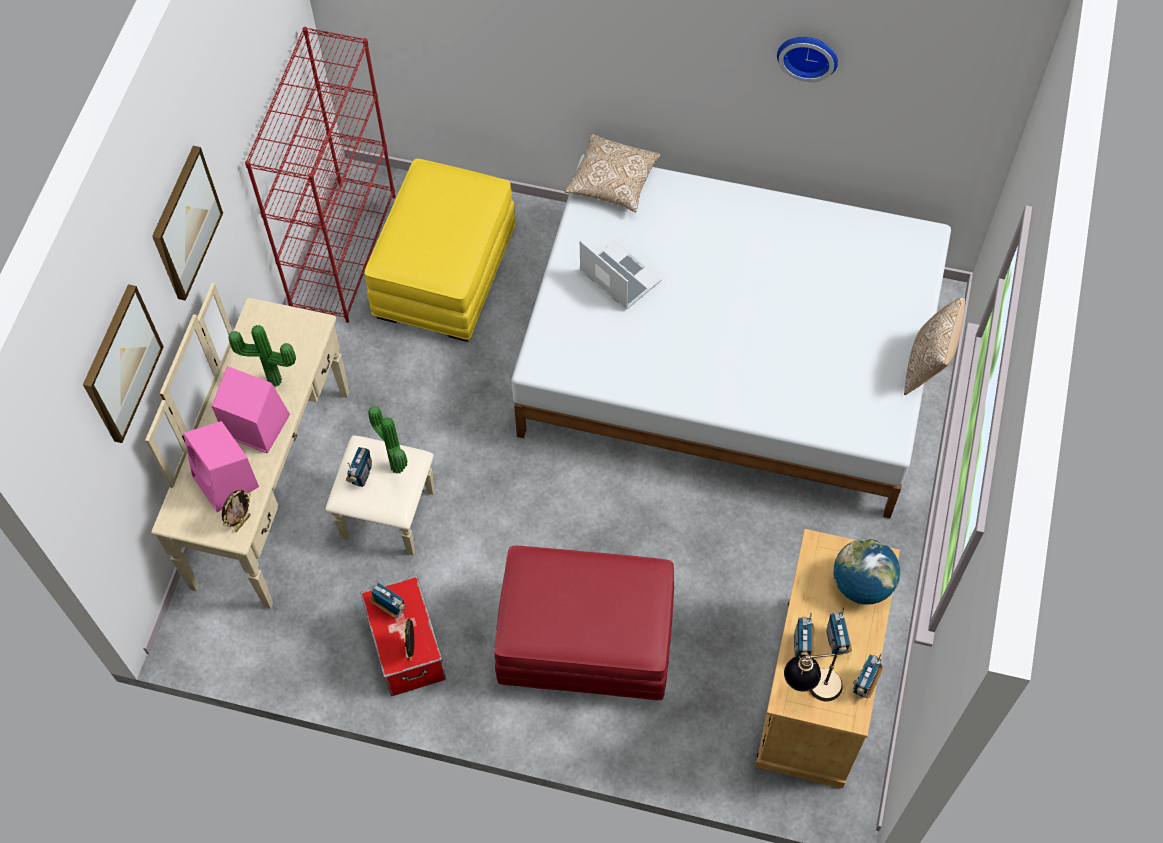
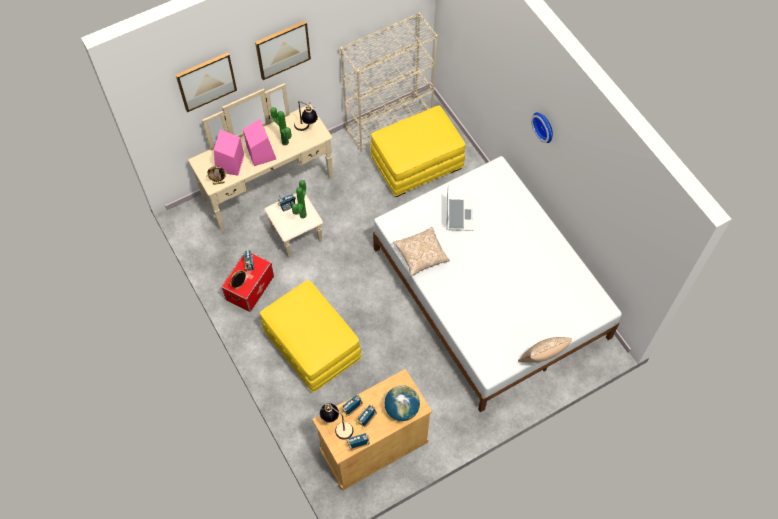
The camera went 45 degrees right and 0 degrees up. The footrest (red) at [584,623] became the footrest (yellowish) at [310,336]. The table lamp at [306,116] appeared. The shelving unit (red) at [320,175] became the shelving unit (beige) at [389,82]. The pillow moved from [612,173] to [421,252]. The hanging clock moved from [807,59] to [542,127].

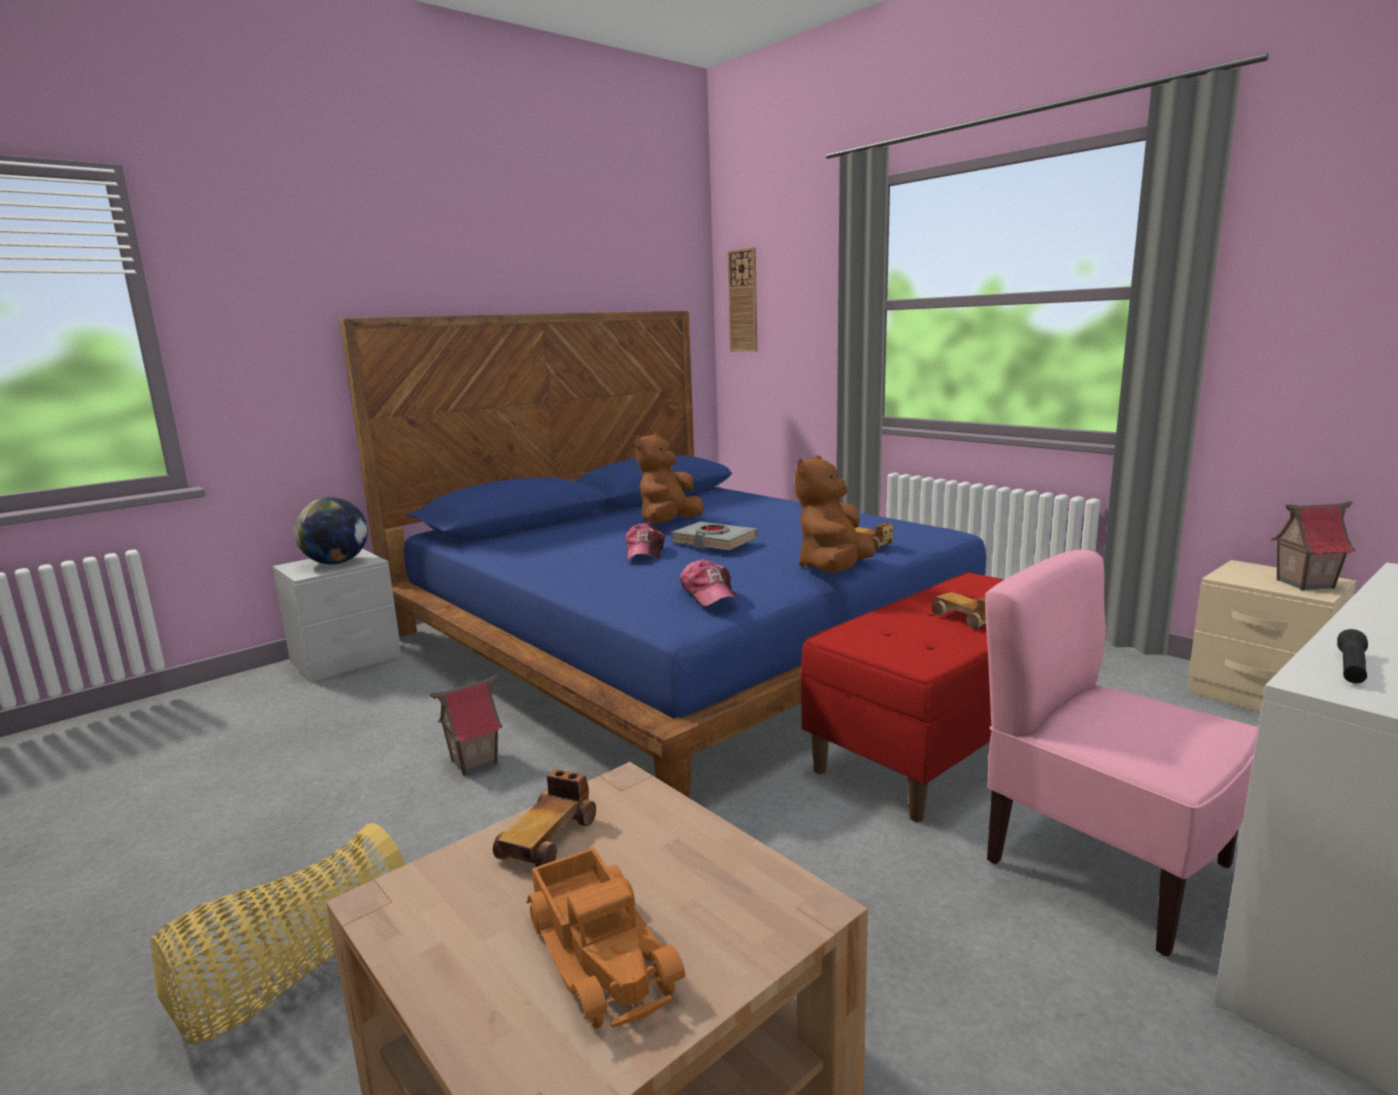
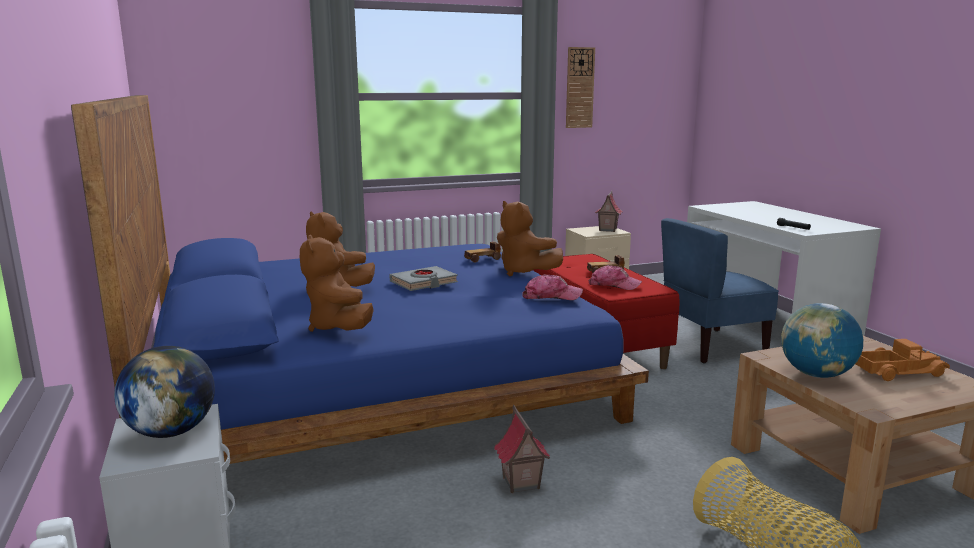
The camera went 70 degrees left and 0 degrees up. The plush toy (brownish) at [337,283] appeared. The hanging clock moved from [742,299] to [580,87]. The cap moved from [645,541] to [615,277]. The upright chair (pink) at [1121,753] became the upright chair (blue-coloured) at [720,290]. The model car at [544,818] was replaced by the desk globe at [822,340].

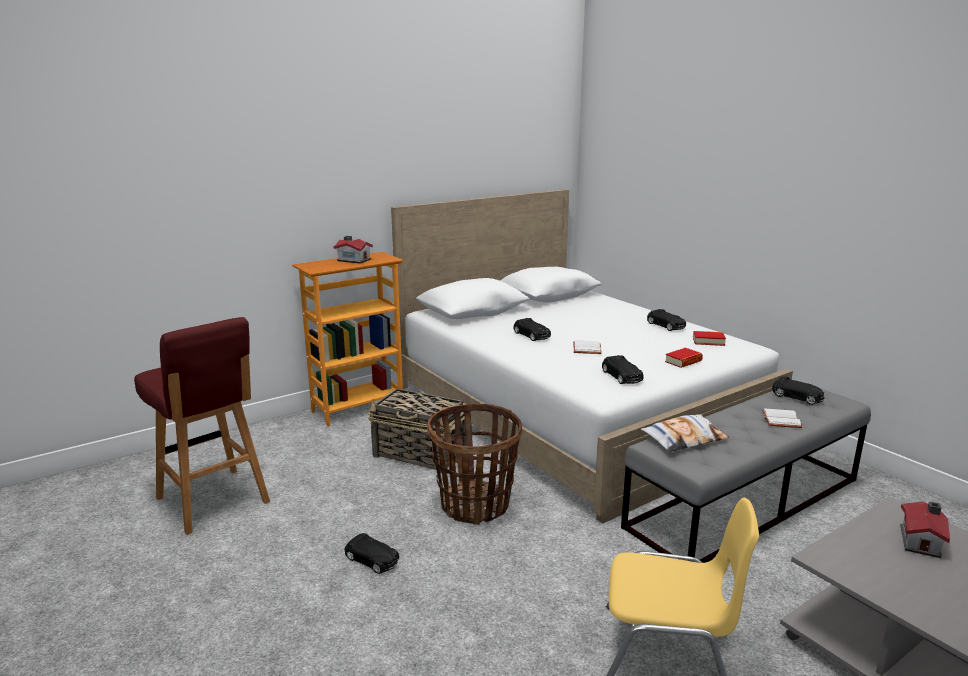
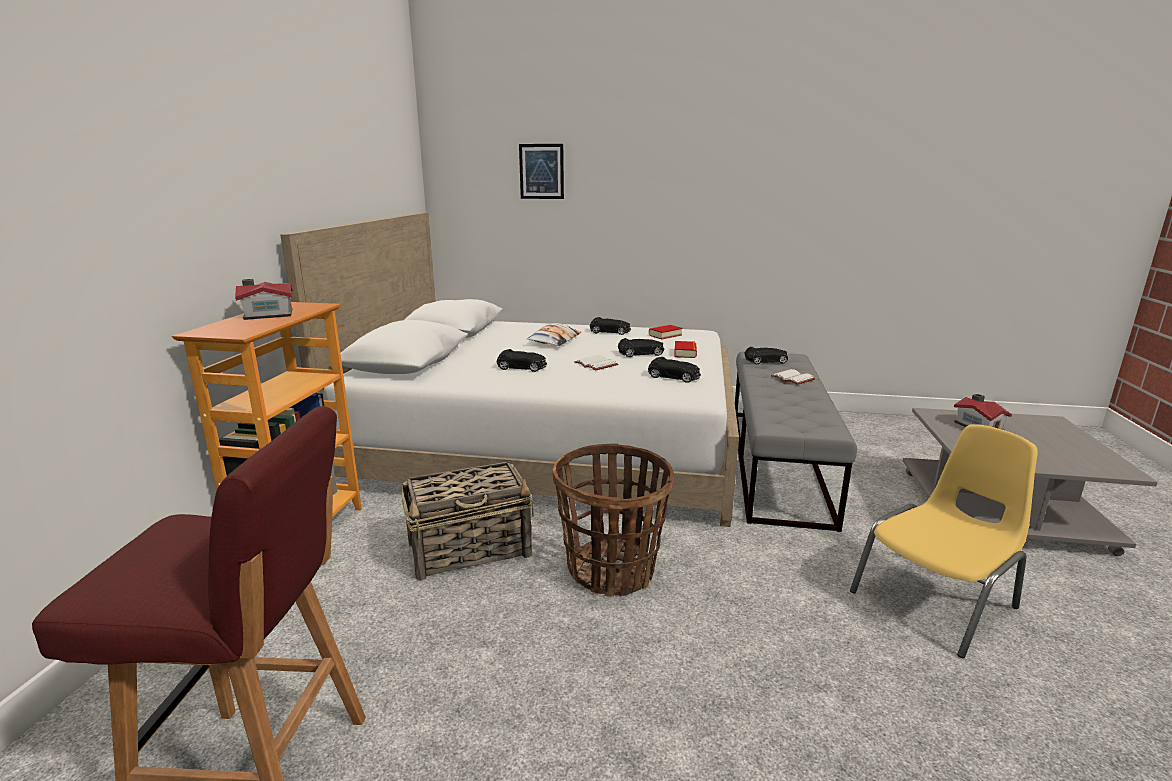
The camera went 45 degrees left and 0 degrees up. The picture at [541,171] appeared. The pillow moved from [685,433] to [554,334]. The model car (black-coloured) moved from [372,553] to [641,347].

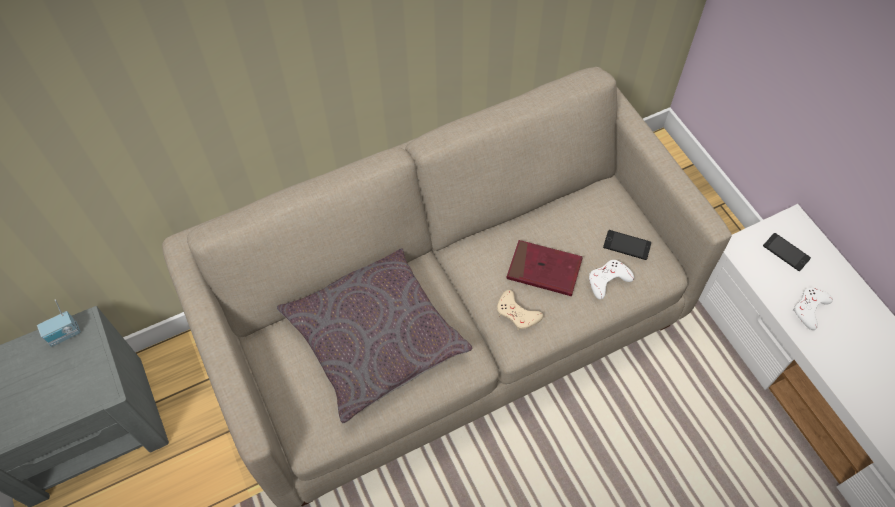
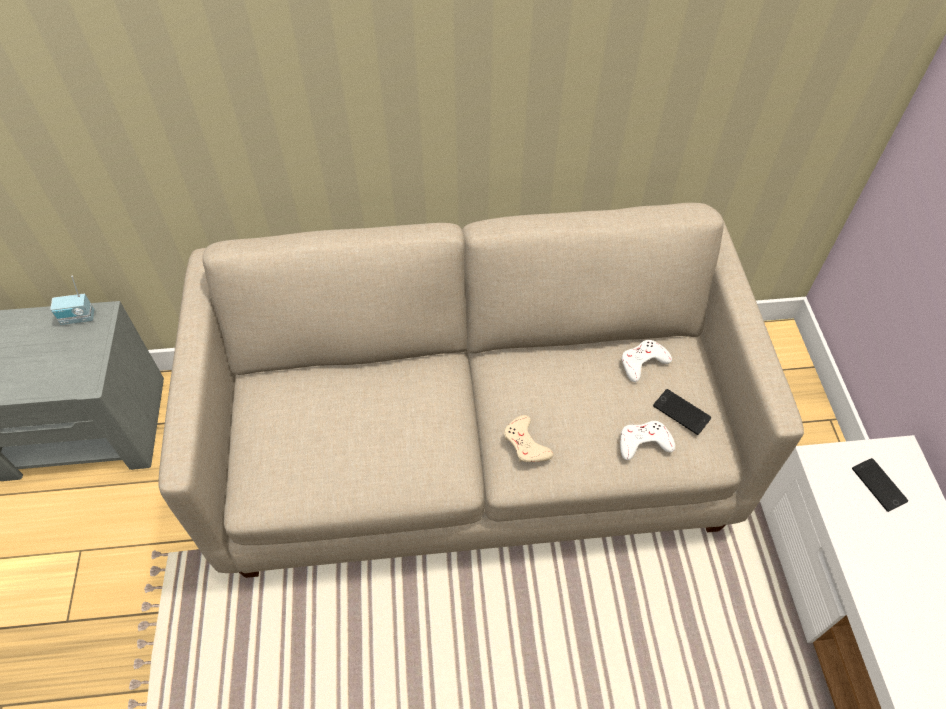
The camera went 20 degrees right and 5 degrees down. The gamepad (whitish) moved from [813,308] to [647,361]. The pillow (grey) at [375,336] disappeared. The book (red) at [545,268] disappeared.

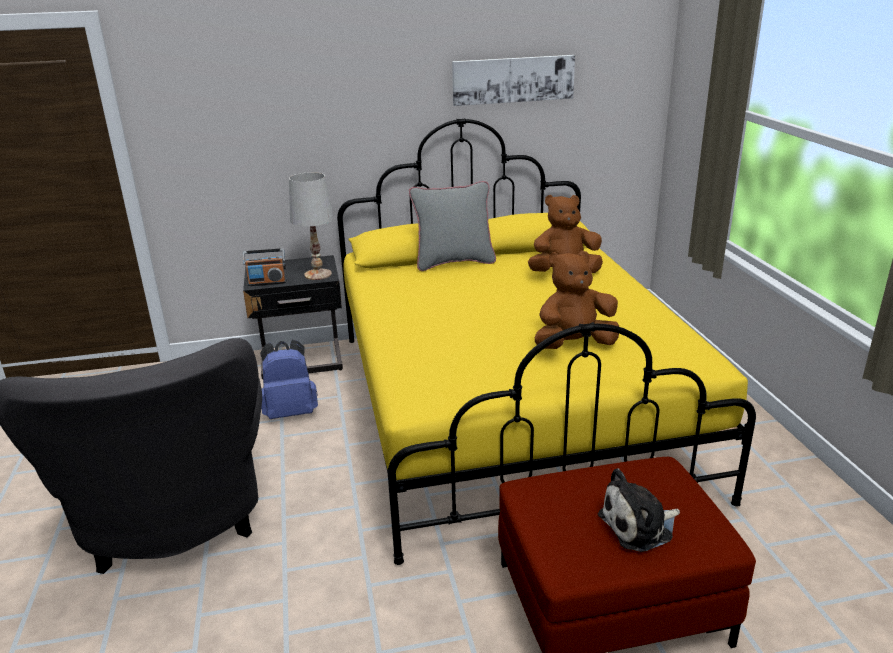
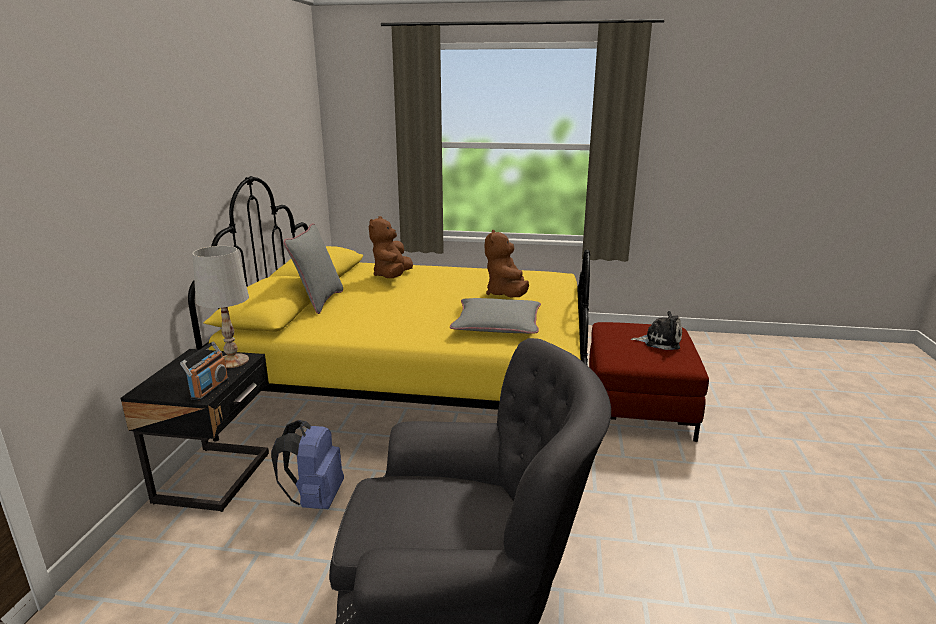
The camera went 70 degrees left and 5 degrees down. The pillow (grey) at [495,316] appeared. The plush toy at [639,510] turned 75 degrees counterclockwise. The picture at [513,80] disappeared.

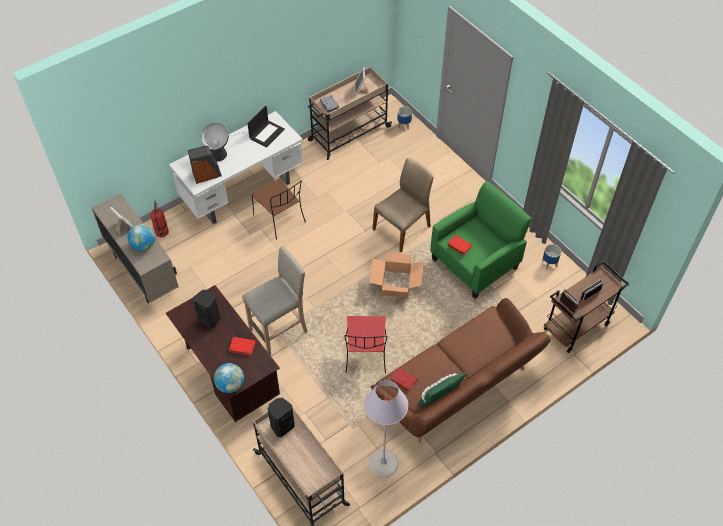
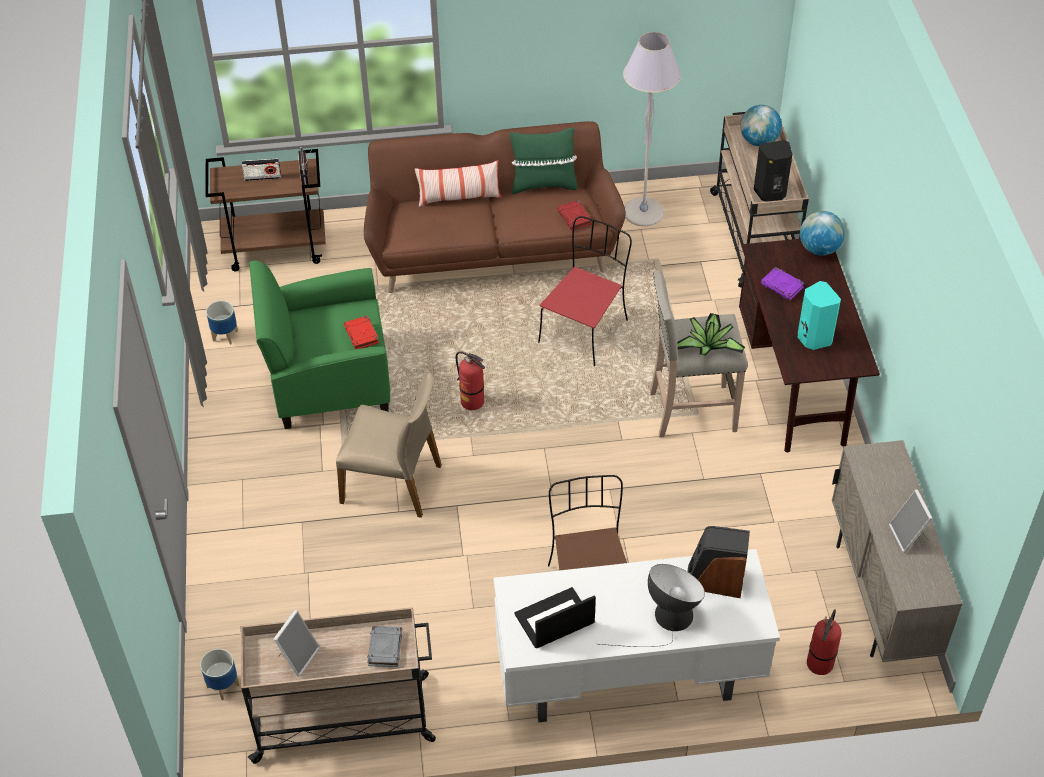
The camera went 150 degrees left and 5 degrees down. The upright chair (beige) at [403,205] turned 150 degrees counterclockwise. The pillow at [458,183] appeared. The packing box at [396,275] was replaced by the extinguisher at [470,380]. The plant in a pot at [711,334] appeared. The desk globe moved from [141,237] to [761,125]. The book (red) at [242,346] became the book (purple) at [782,283]. The loudspeaker (black-coloured) at [207,309] became the loudspeaker (blue-green) at [819,315].

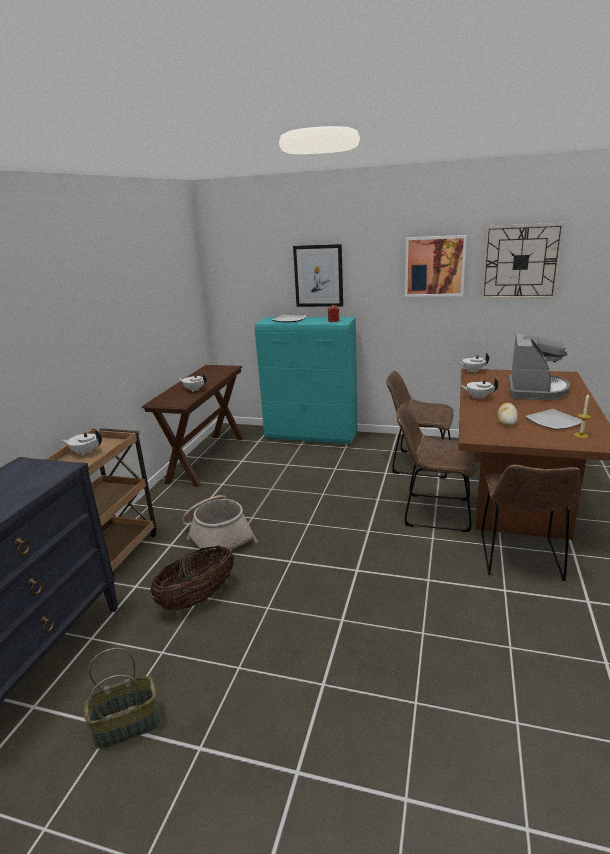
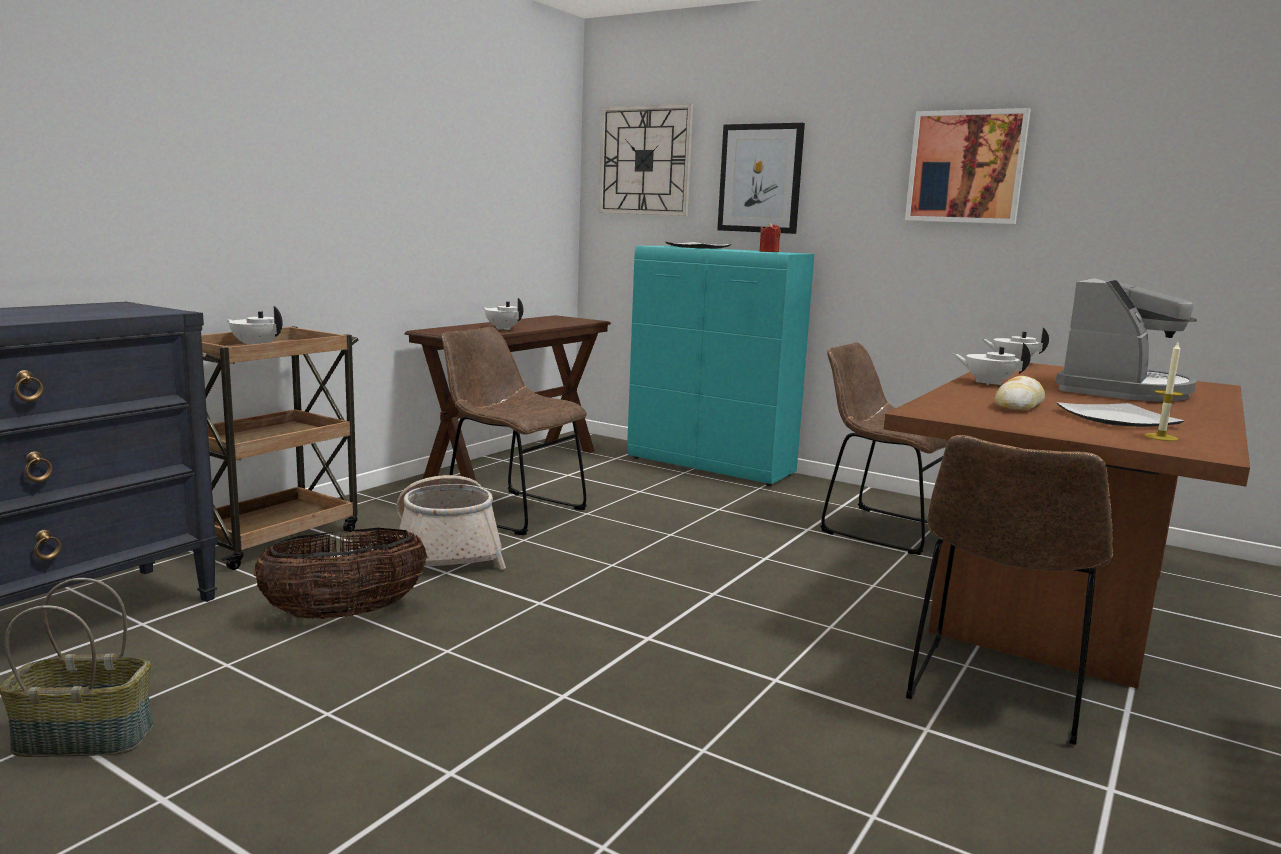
The camera went 15 degrees right and 10 degrees down. The upright chair (brownish) moved from [436,467] to [514,431]. The hanging clock moved from [523,261] to [646,160].

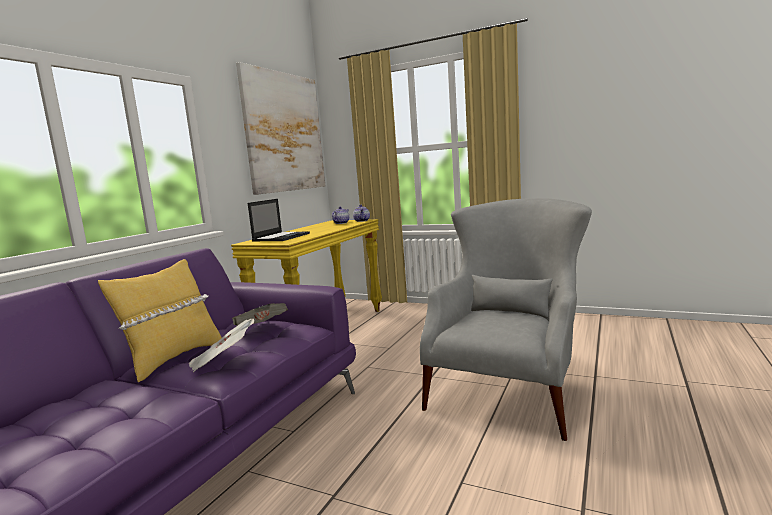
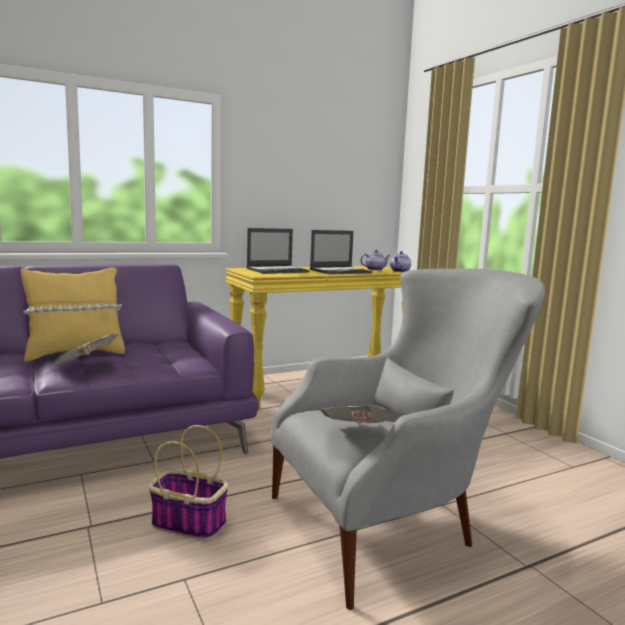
The camera went 35 degrees right and 0 degrees up. The storage basket at [188,482] appeared. The laptop at [341,252] appeared. The newspaper moved from [260,314] to [358,415]. The picture at [280,128] disappeared.

